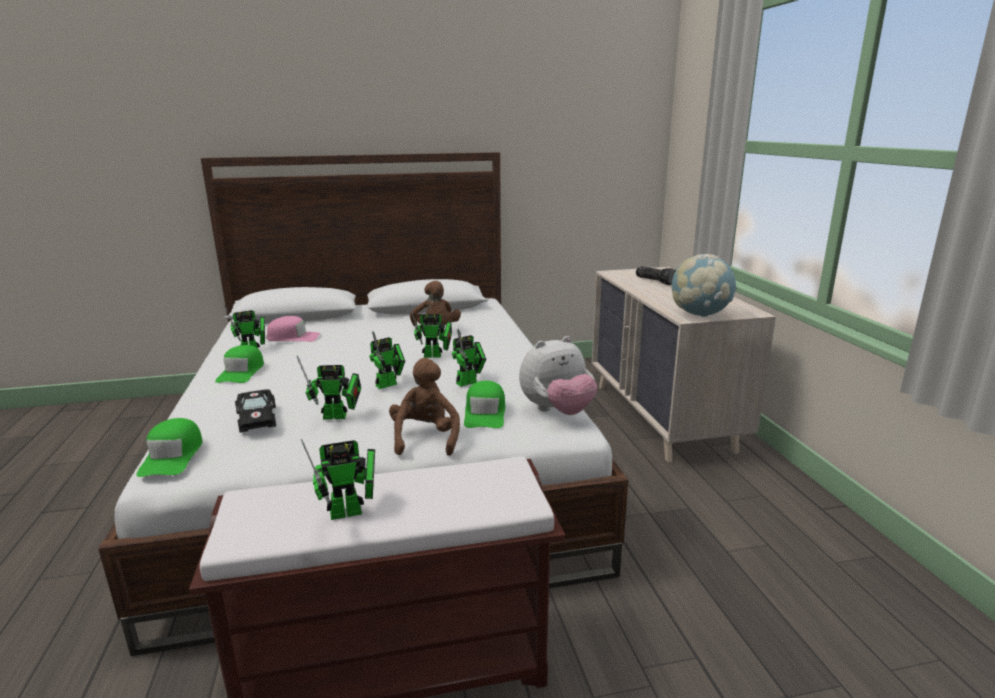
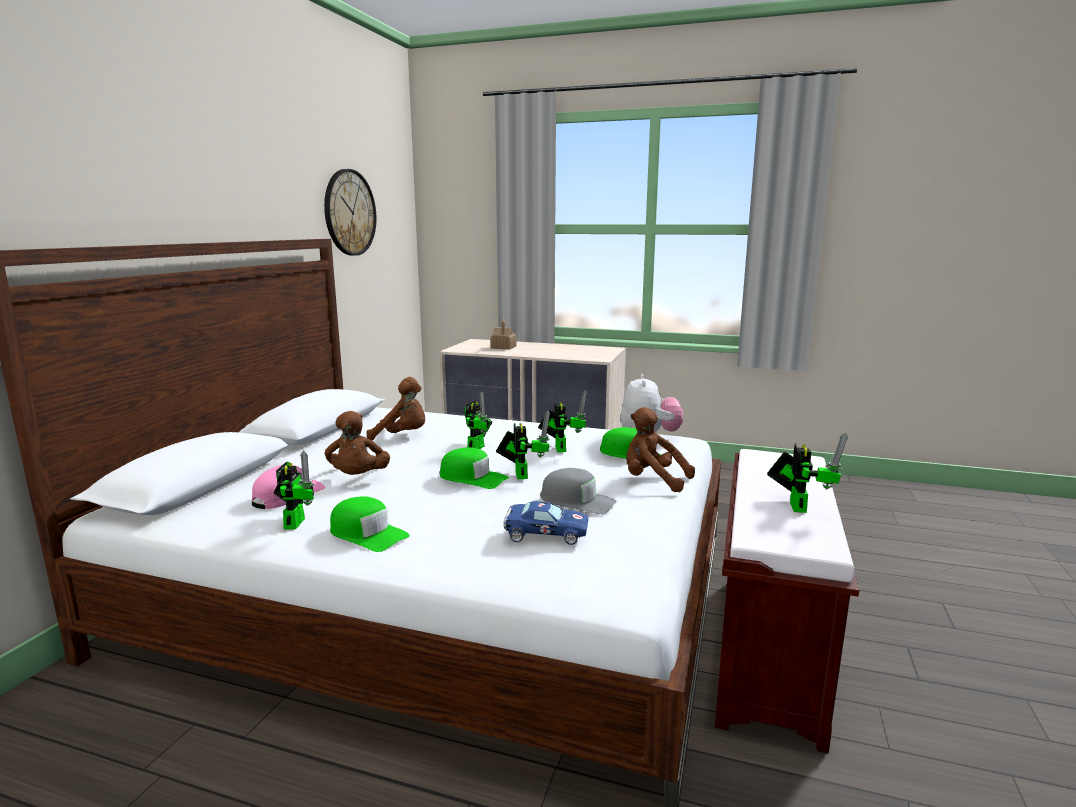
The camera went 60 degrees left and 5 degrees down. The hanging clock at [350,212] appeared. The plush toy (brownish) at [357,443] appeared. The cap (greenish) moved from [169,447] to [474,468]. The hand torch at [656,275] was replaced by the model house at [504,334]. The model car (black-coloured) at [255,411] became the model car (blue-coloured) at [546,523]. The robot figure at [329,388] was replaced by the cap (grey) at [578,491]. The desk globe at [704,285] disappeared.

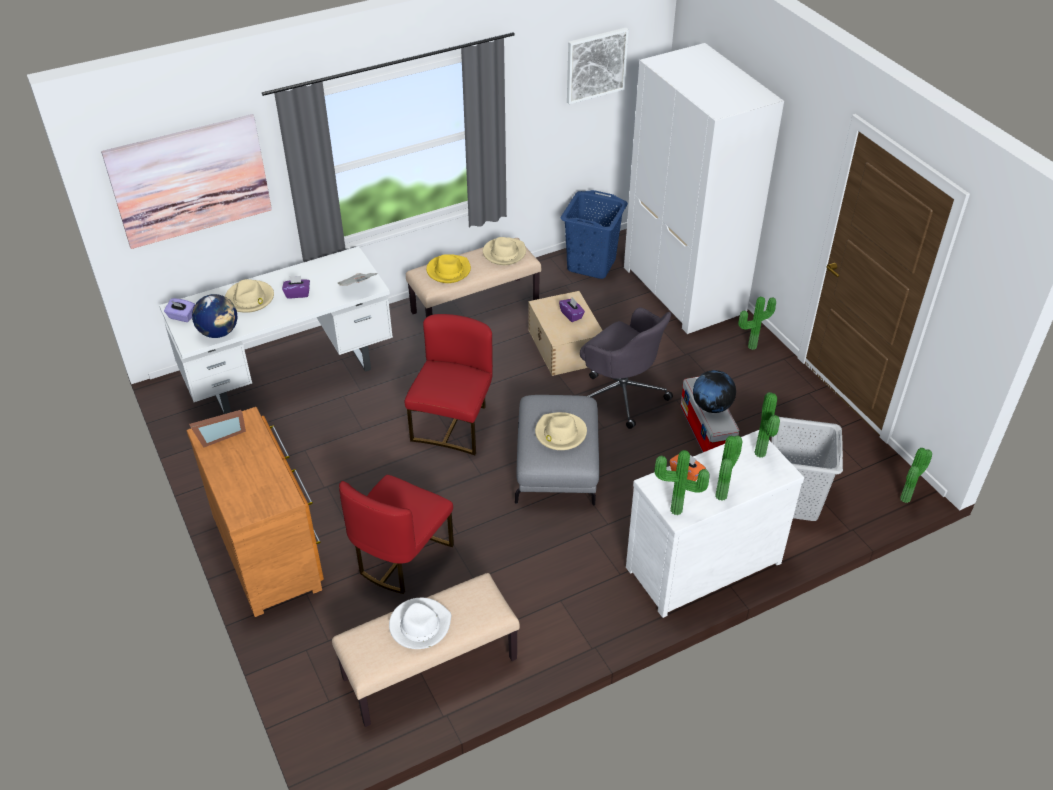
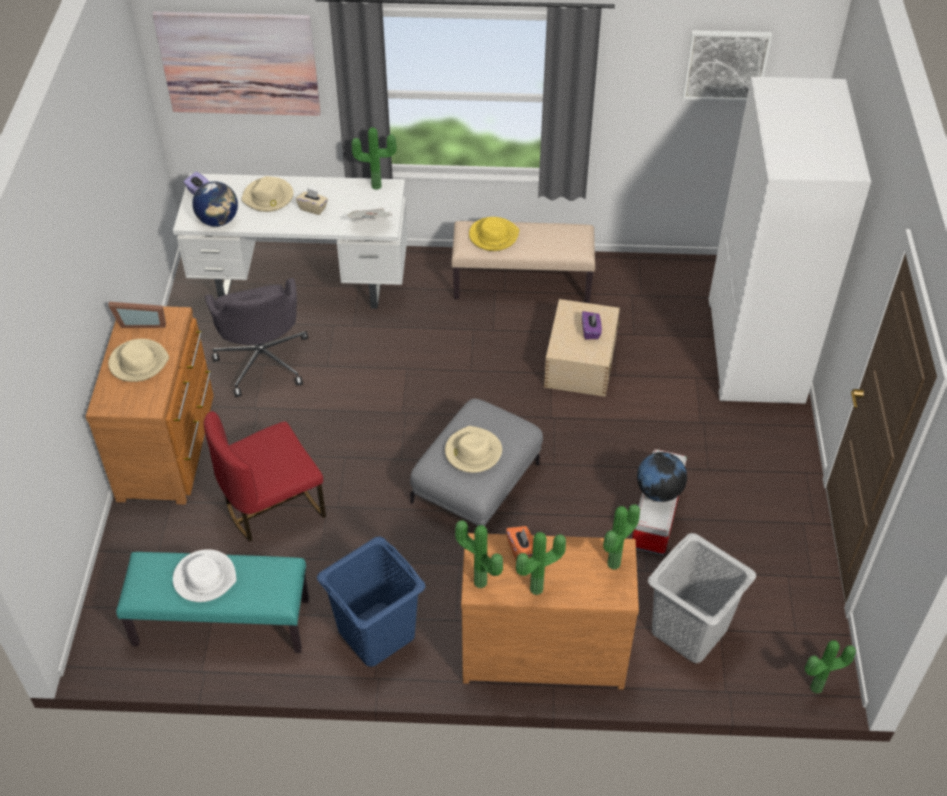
The camera went 30 degrees right and 5 degrees up. The wearable hat (beige) moved from [504,251] to [138,360]. The indoor bench (beige) at [426,650] became the indoor bench (blue-green) at [212,602]. The computer chair (grey) moved from [626,368] to [256,337]. The tissue box (purple) at [296,287] became the tissue box (beige) at [312,202]. The hamper (blue-coloured) moved from [594,234] to [371,602]. The plant in a pot moved from [757,323] to [374,158]. The drawer chest (whitish) at [715,524] became the drawer chest (brownish) at [550,611]. The upright chair (red) at [449,384] disappeared.

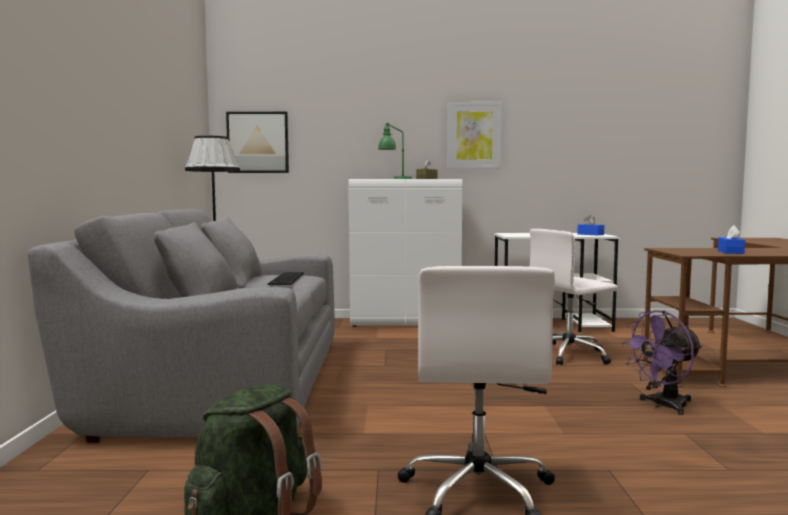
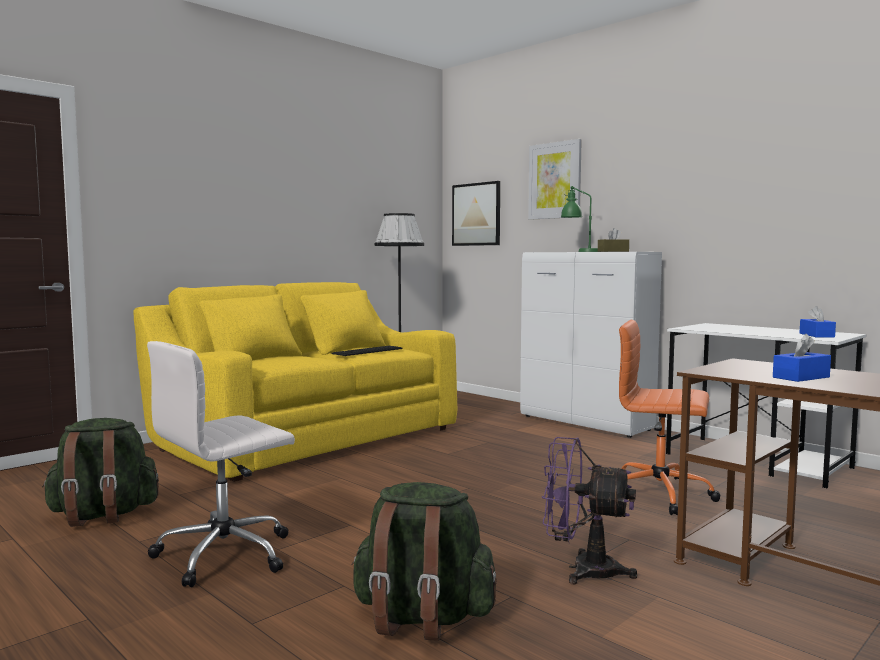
The camera went 45 degrees right and 0 degrees up. The couch (grey) at [181,326] became the couch (yellowish) at [295,382]. The knapsack (greenish) at [424,561] appeared. The picture moved from [474,135] to [555,179]. The computer chair (whitish) at [574,297] became the computer chair (orange-coloured) at [670,417].

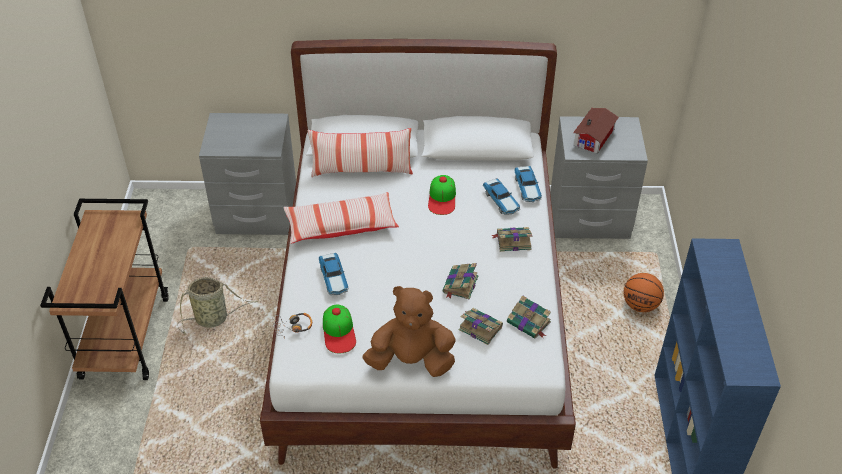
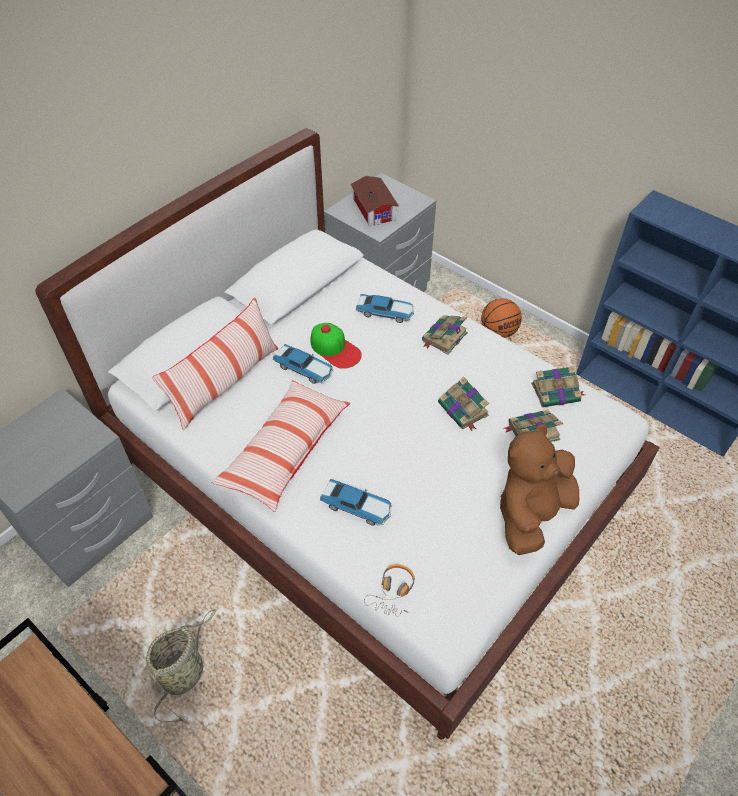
The camera went 50 degrees left and 5 degrees up. The model car moved from [528,184] to [303,364]. The cap at [339,328] disappeared.

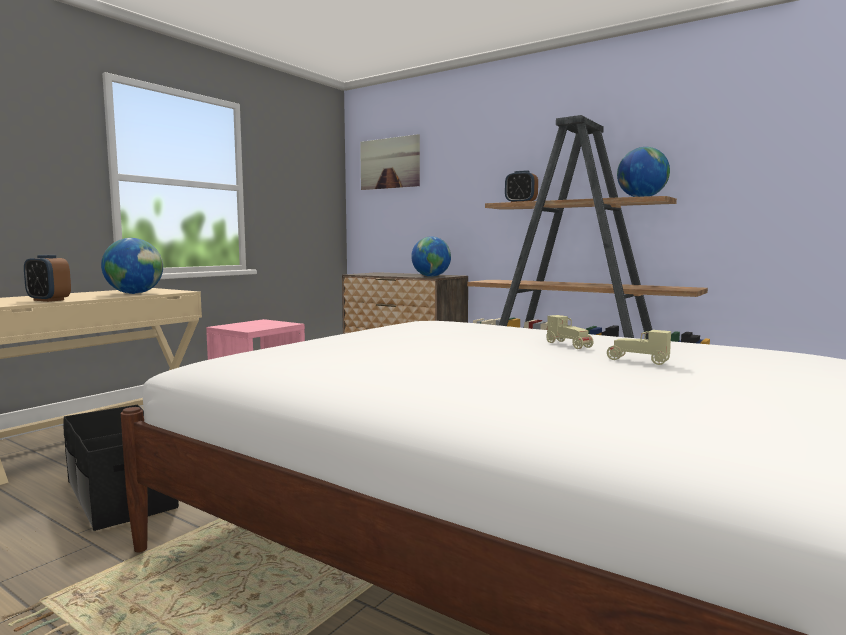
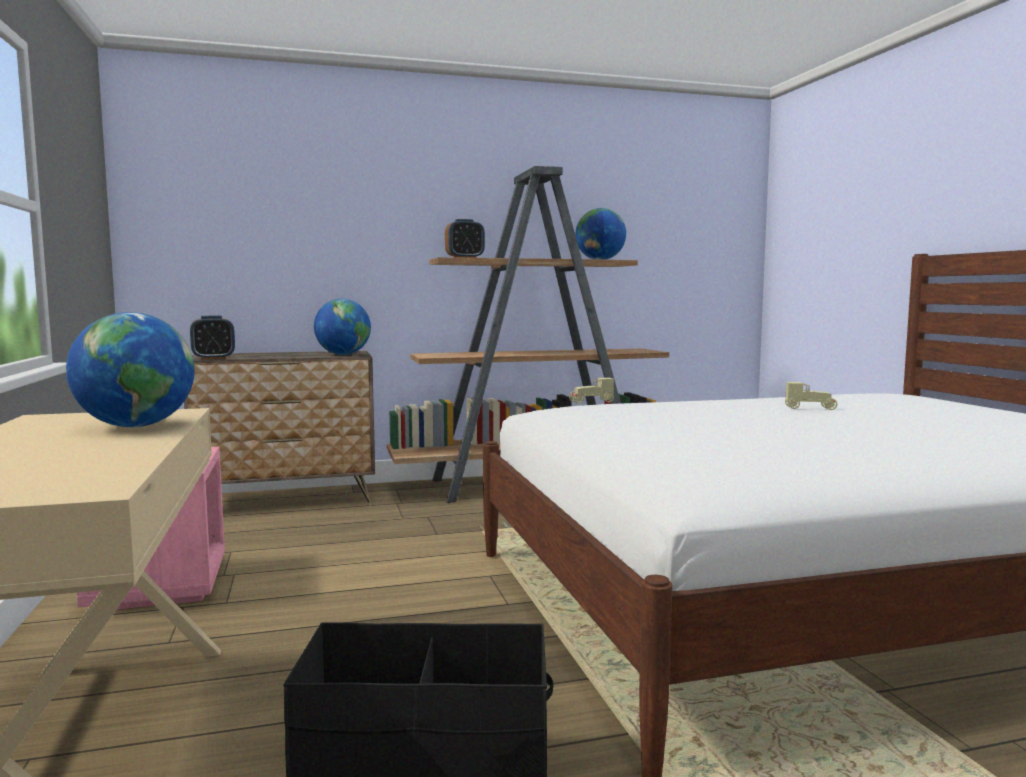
The camera went 50 degrees left and 0 degrees up. The alarm clock moved from [47,278] to [212,338]. The model car (beige) moved from [639,347] to [591,391]. The picture at [390,162] disappeared.

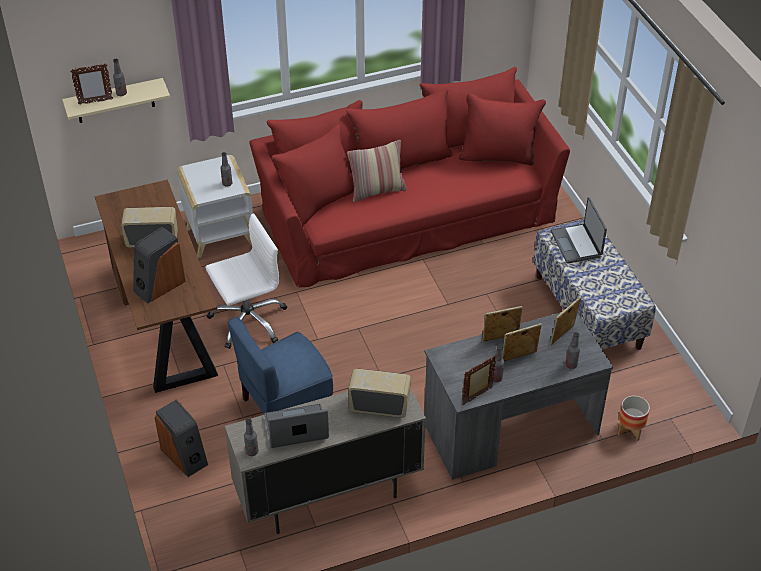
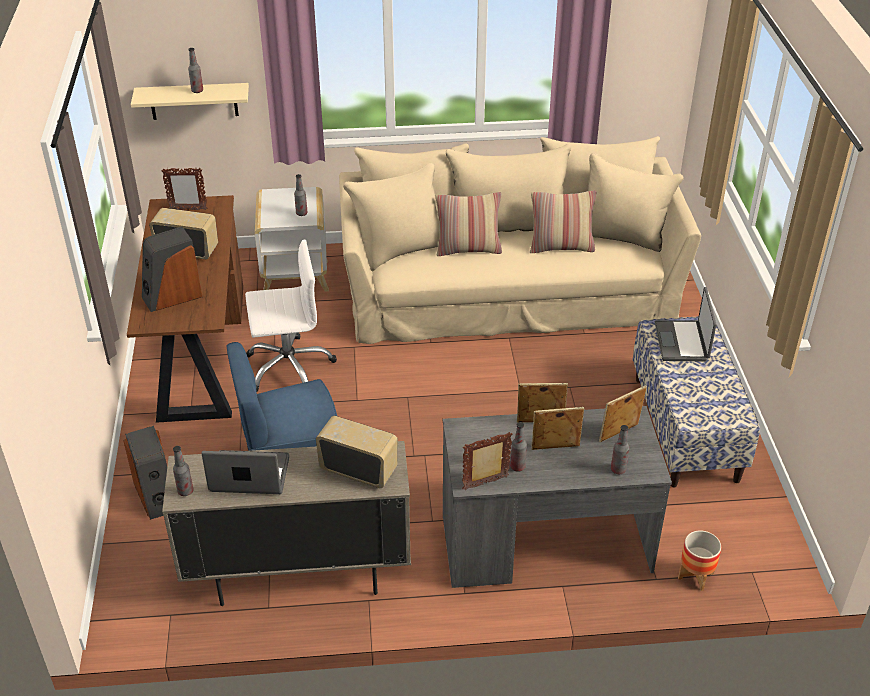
The camera went 15 degrees right and 5 degrees down. The picture frame moved from [91,83] to [184,188]. The couch (red) at [409,177] became the couch (beige) at [520,240]. The pillow at [563,221] appeared.

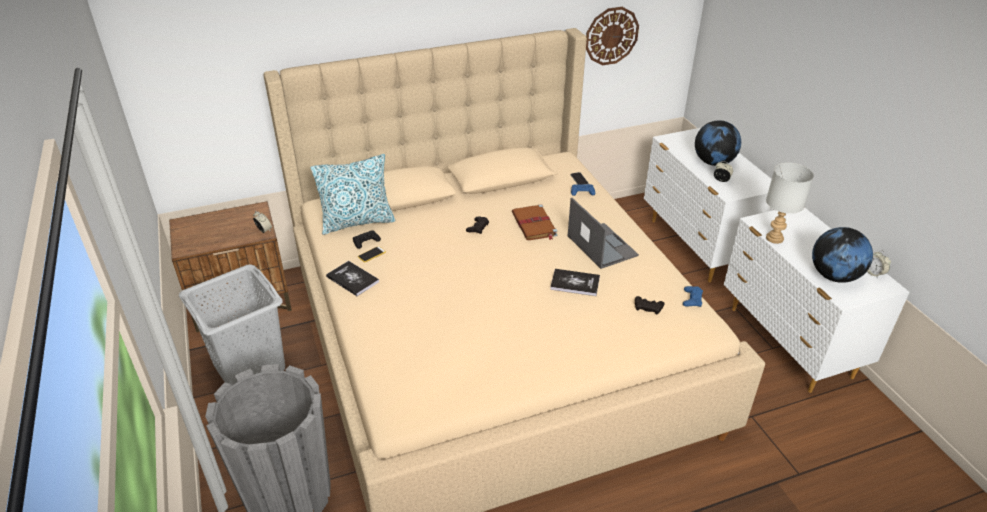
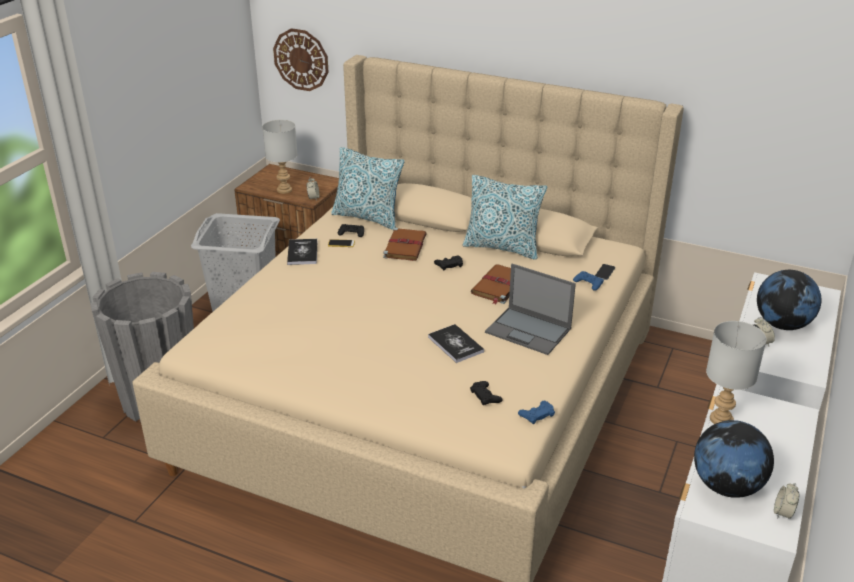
The camera went 45 degrees right and 5 degrees down. The table lamp (grey) at [280,157] appeared. The hanging clock moved from [612,36] to [301,59]. The book (brownish) at [405,244] appeared. The pillow at [505,217] appeared. The laptop at [603,233] turned 105 degrees clockwise.

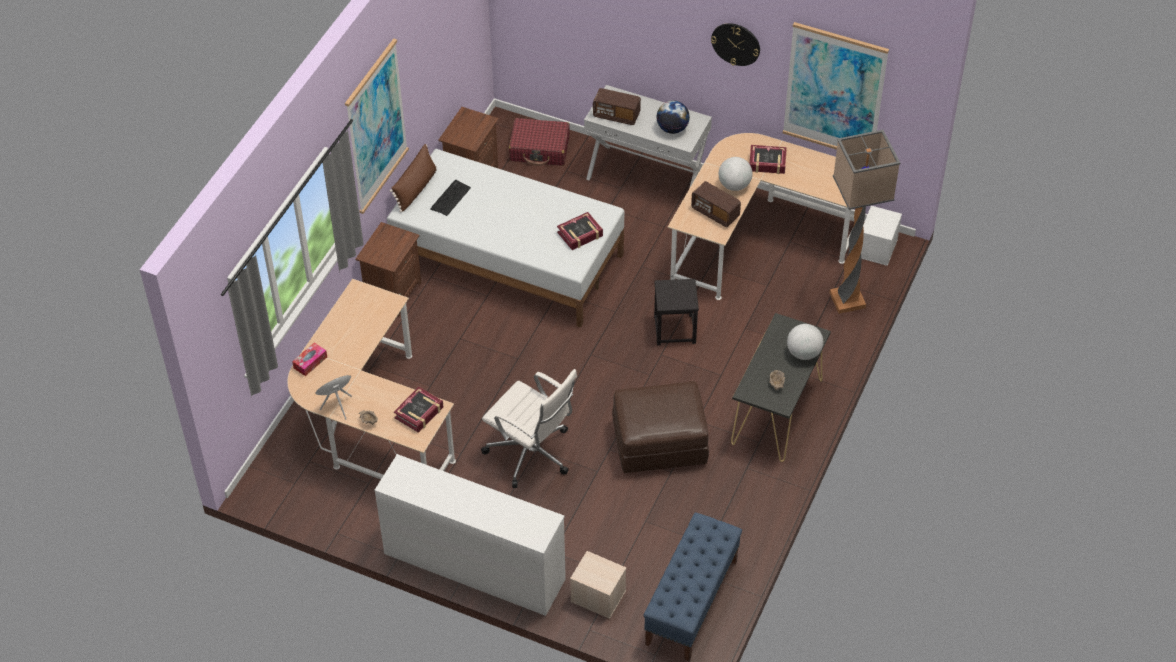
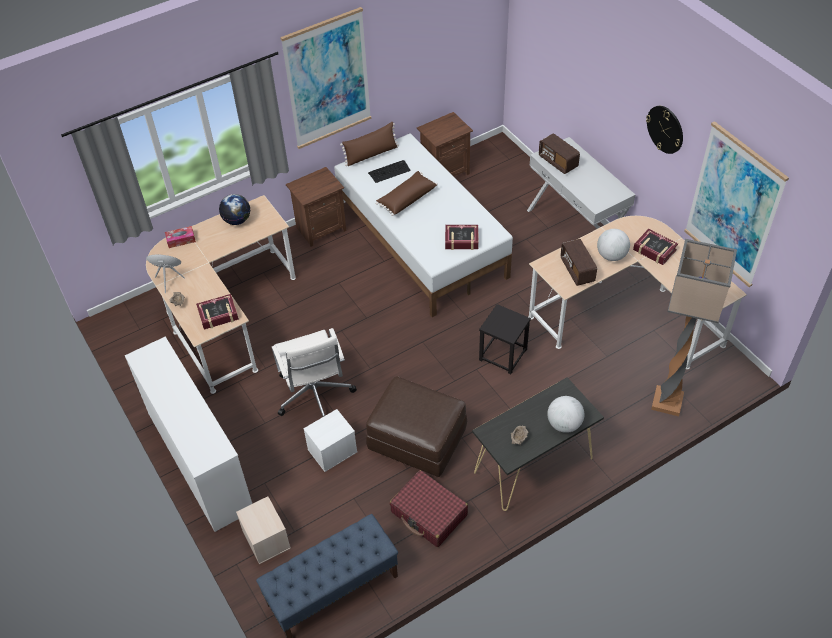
The camera went 35 degrees right and 0 degrees up. The desk globe moved from [673,117] to [234,209]. The storage container (whitish) moved from [881,236] to [330,440]. The pillow (brownish) at [407,193] appeared. The suitcase (red) moved from [539,142] to [429,508].

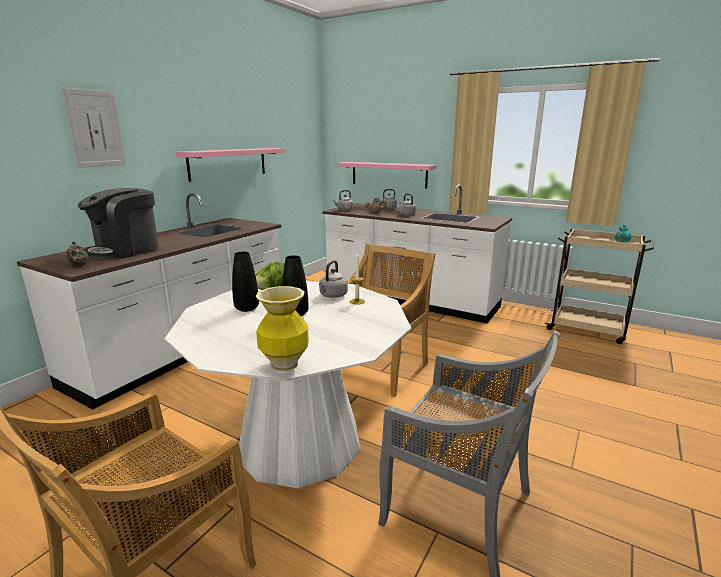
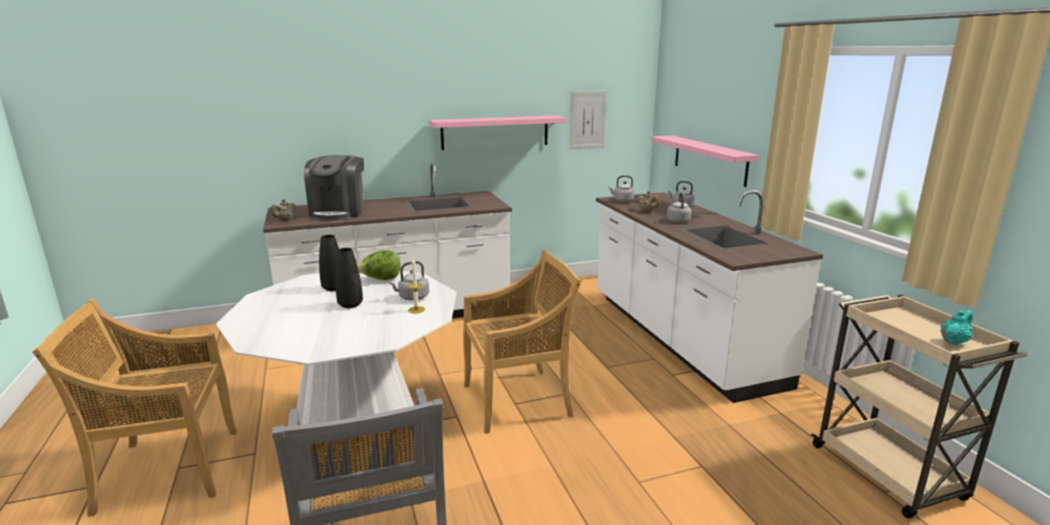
The camera went 40 degrees right and 0 degrees up. The coffee machine at [118,223] turned 75 degrees counterclockwise. The picture moved from [94,128] to [588,120]. The flower vase at [282,329] disappeared.

